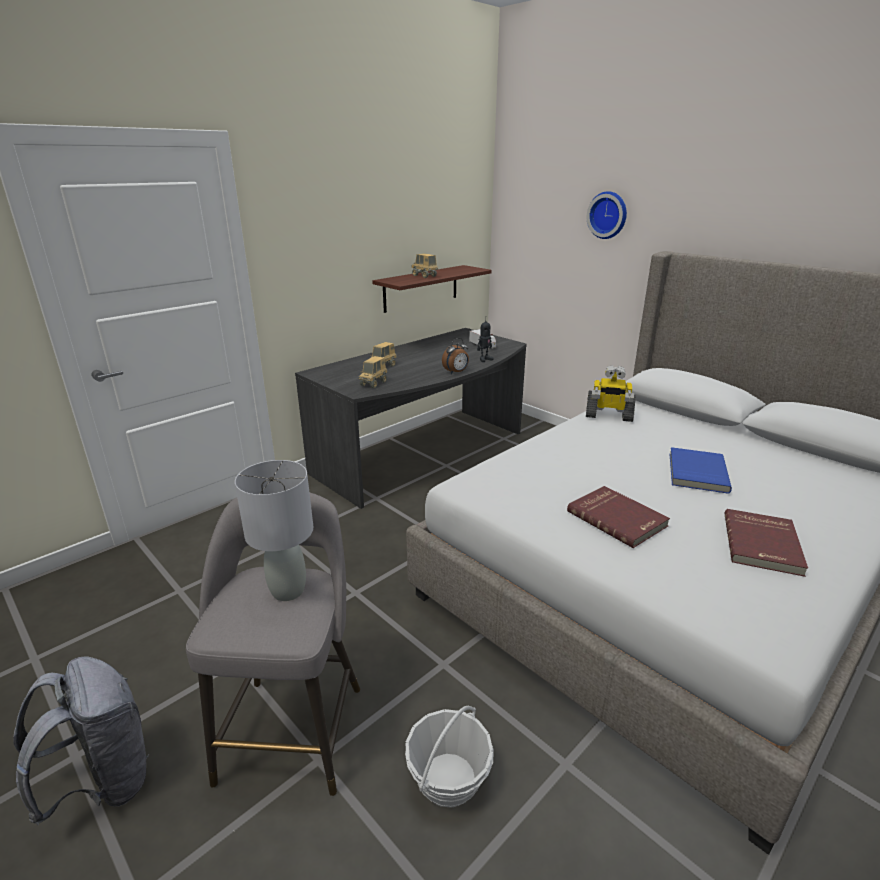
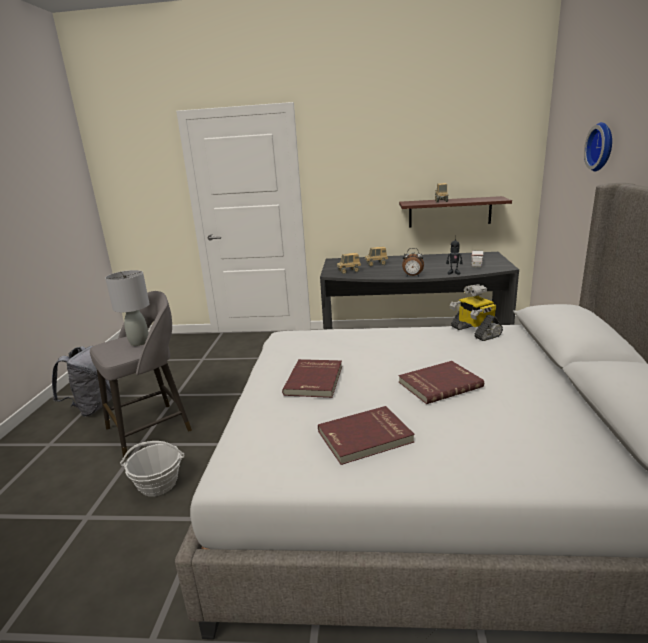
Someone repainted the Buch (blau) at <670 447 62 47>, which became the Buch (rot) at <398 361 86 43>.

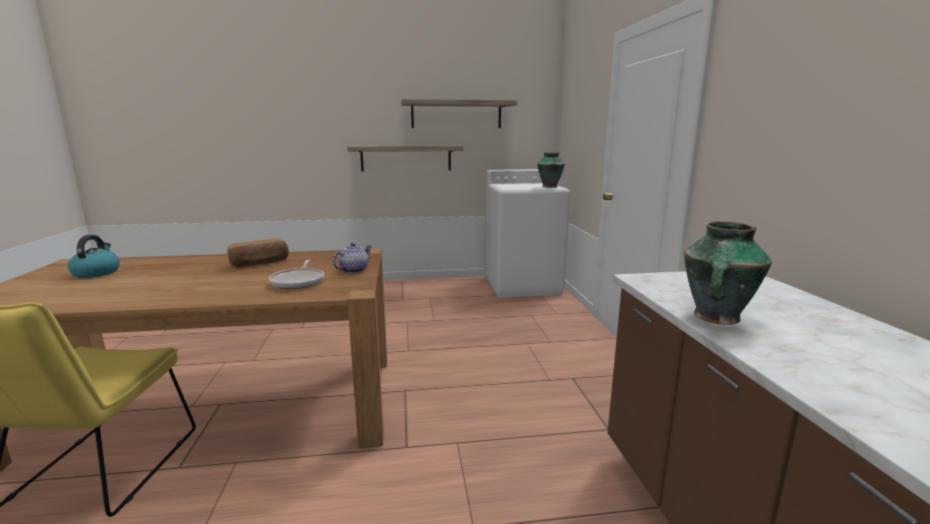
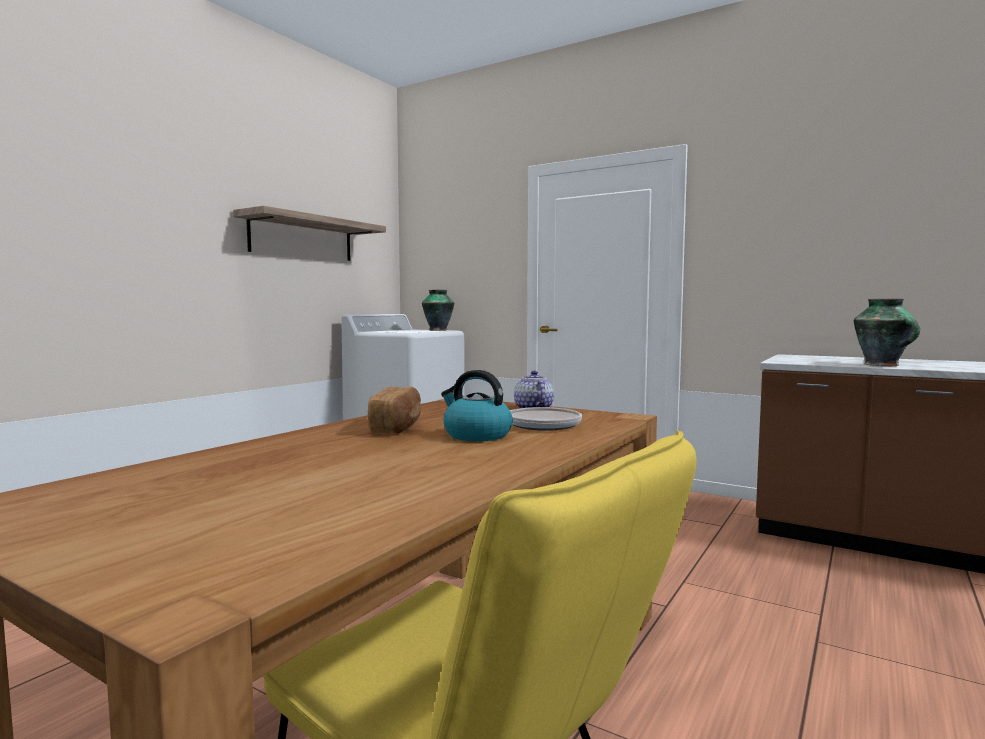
Someone took away the Wandregal at <347 145 117 27>. Someone carried the Wasserkessel from <68 235 52 43> to <441 370 72 71>.

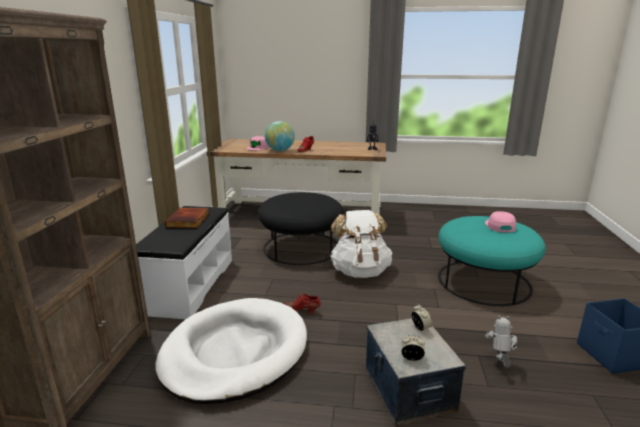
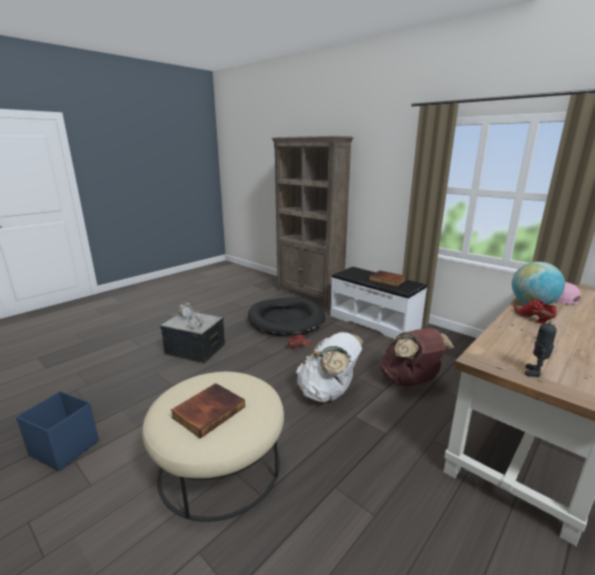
Someone swapped the Polsterhocker (schwarz) at <258 192 85 73> for the Rucksack (braun) at <380 328 74 59>. Someone swapped the Kappe (rosa) at <485 211 31 21> for the Buch at <170 383 75 56>. Someone repainted the Polsterhocker (türkis) at <438 216 108 90>, which became the Polsterhocker (beige) at <142 372 142 150>. Someone repainted the Hundebett (weiß) at <155 298 152 106>, which became the Hundebett (schwarz) at <248 298 77 38>. Someone took away the Spielzeugroboter at <485 315 33 53>.

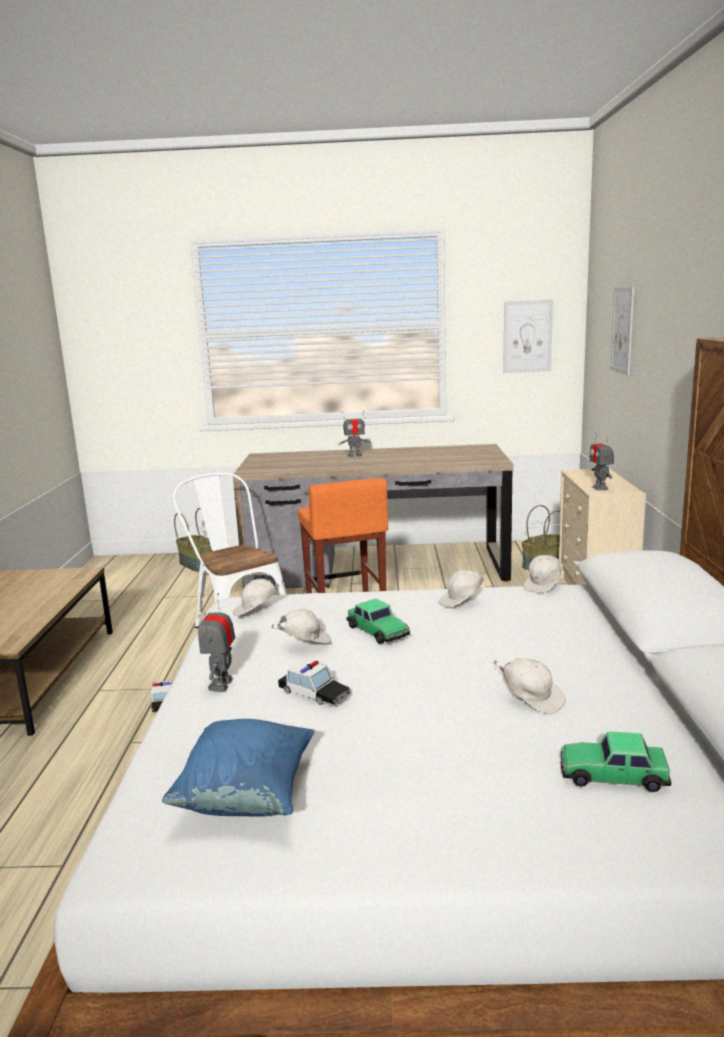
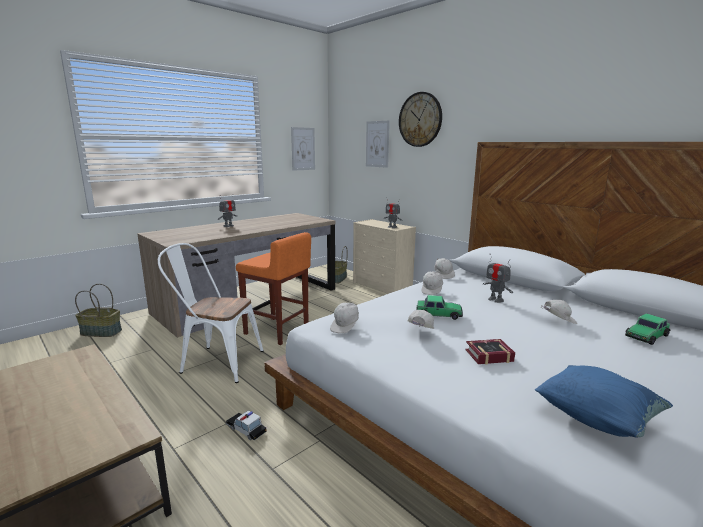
Someone carried the Spielzeugroboter from <198 593 37 99> to <483 254 30 49>. Someone swapped the Spielzeugauto at <278 659 73 47> for the Buch at <465 339 50 26>. Someone put up the Wanduhr at <399 92 43 55>.

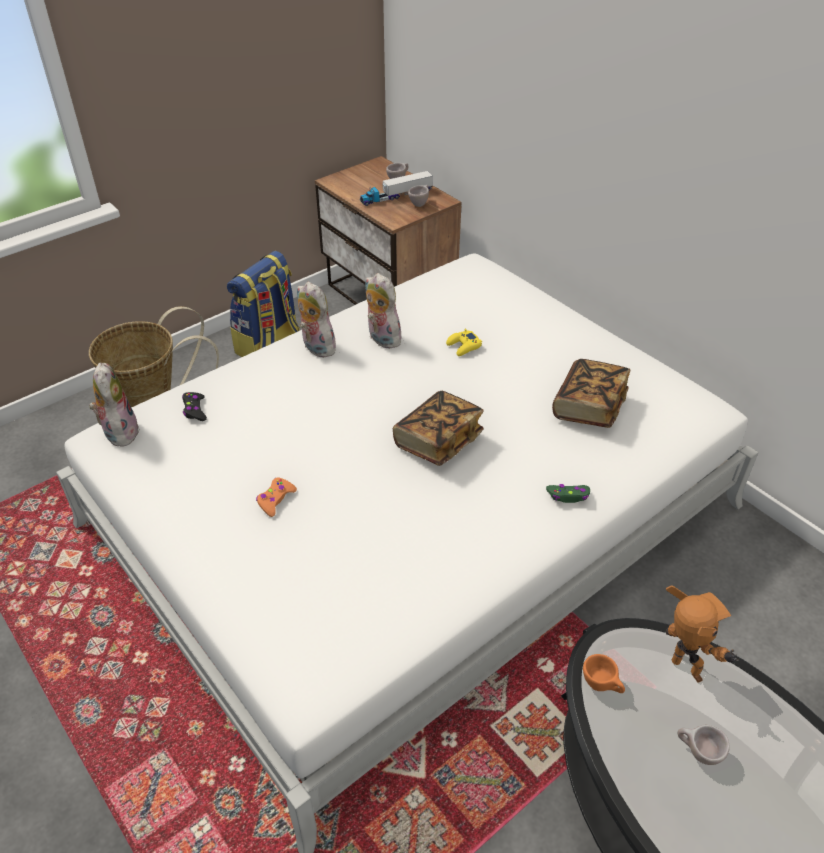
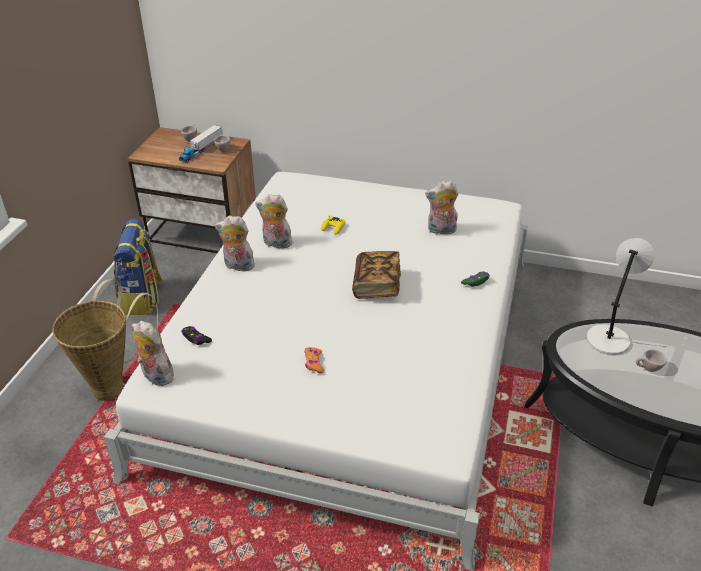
Someone swapped the Buch at <552 359 78 69> for the Plüschtier at <425 181 33 53>. Someone swapped the Spielzeugroboter at <666 585 73 98> for the Tischlampe (grau) at <587 238 68 117>. Someone took away the Tasse (orange) at <583 654 42 39>.

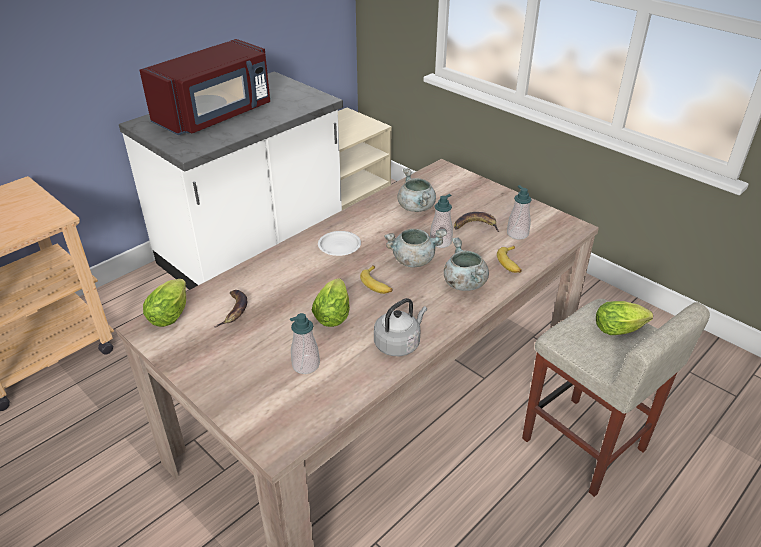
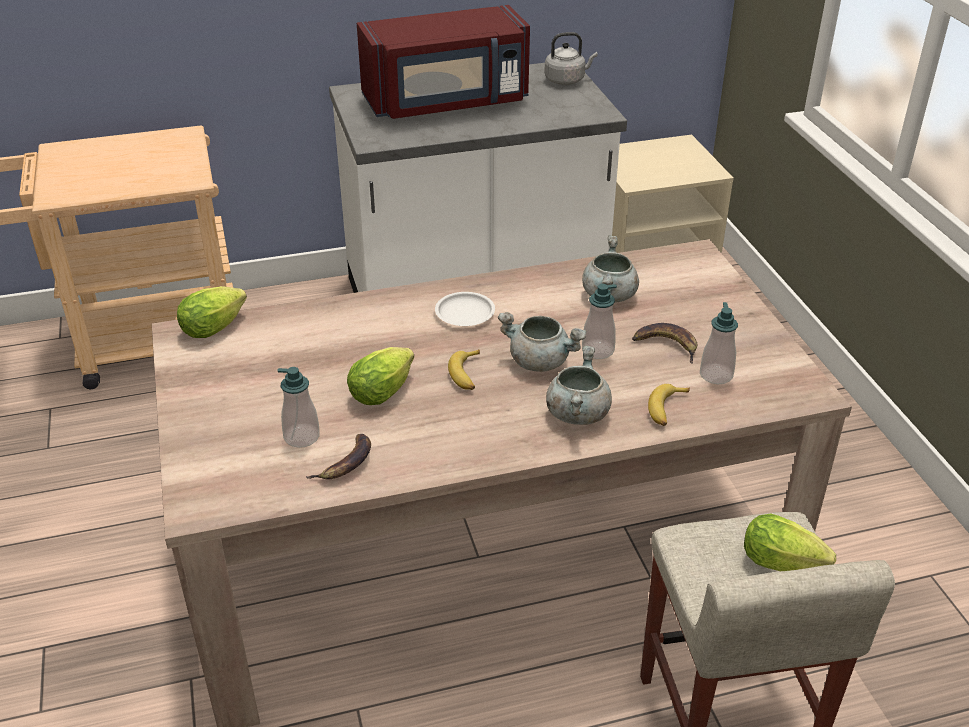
Someone carried the Banane from <214 290 33 37> to <306 434 65 46>. Someone carried the Wasserkessel (grau) from <374 298 53 58> to <544 32 54 53>.

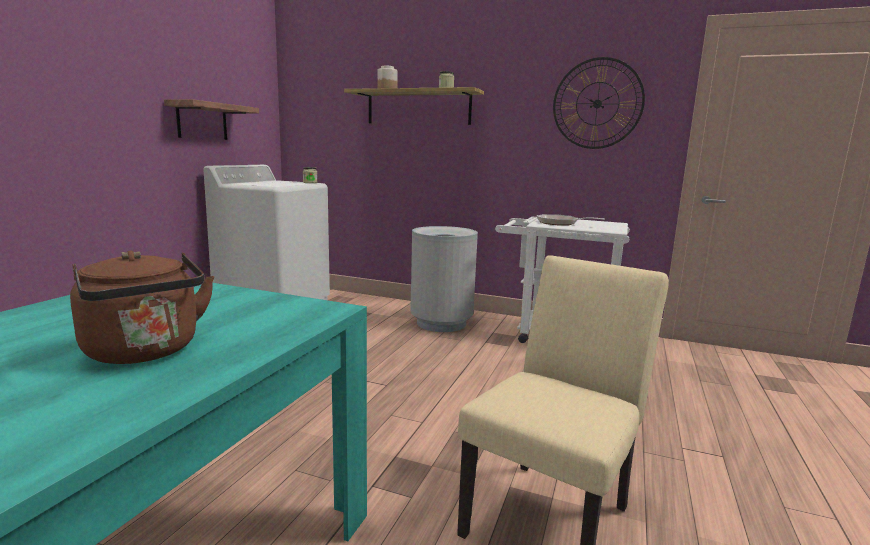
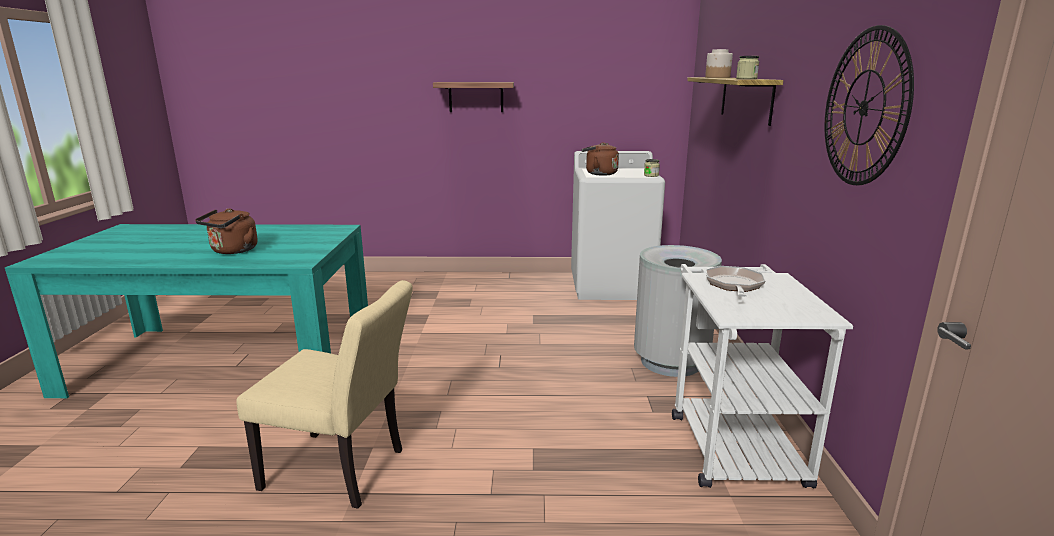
Someone carried the Wandregal from <164 99 95 41> to <433 82 81 30>. Someone put down the Wasserkessel (braun) at <581 142 38 34>.

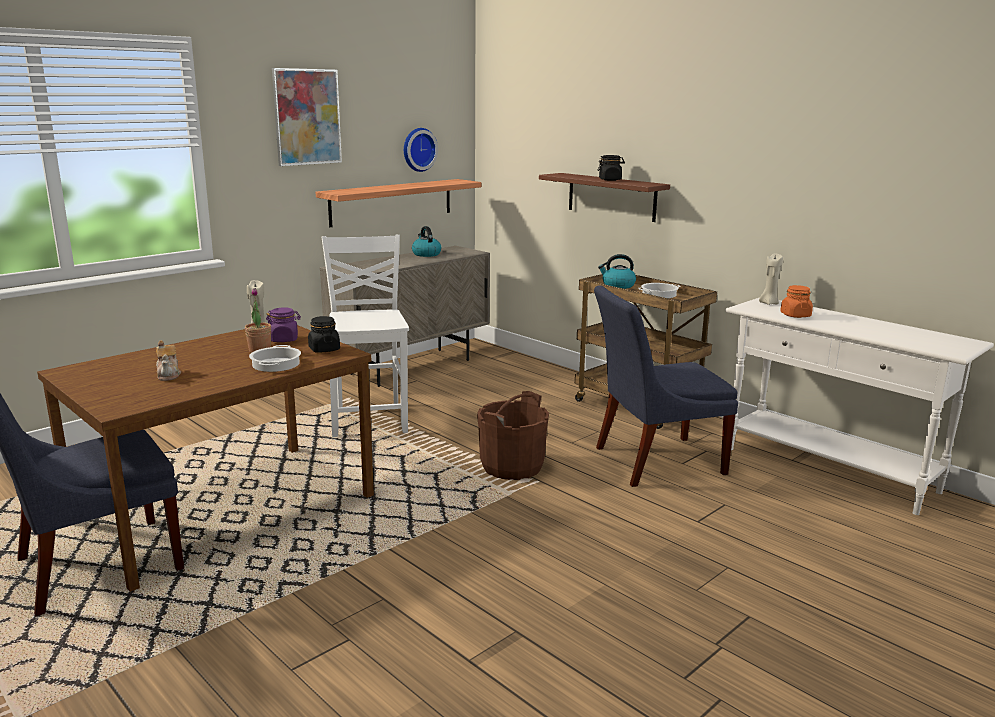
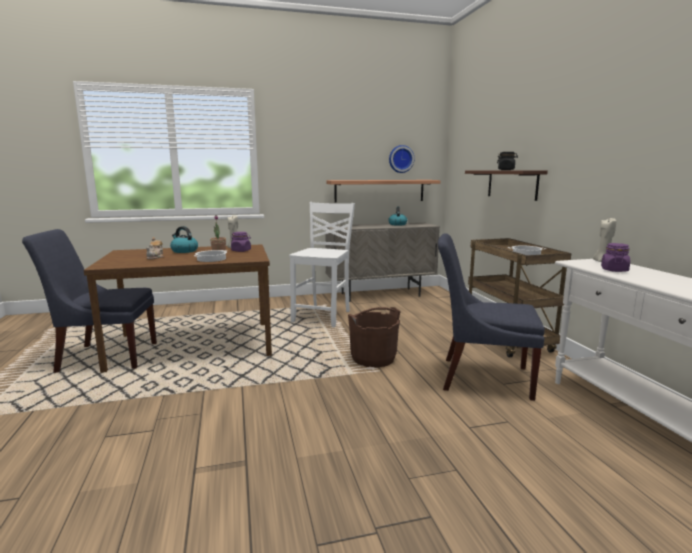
Someone took away the Bild at <272 68 70 98>. Someone carried the Wasserkessel from <598 254 38 35> to <170 226 28 27>. Someone repainted the Vorratsglas (orange) at <780 285 33 33>, which became the Vorratsglas (lila) at <601 243 29 29>. Someone took away the Vorratsglas (schwarz) at <308 316 32 37>.

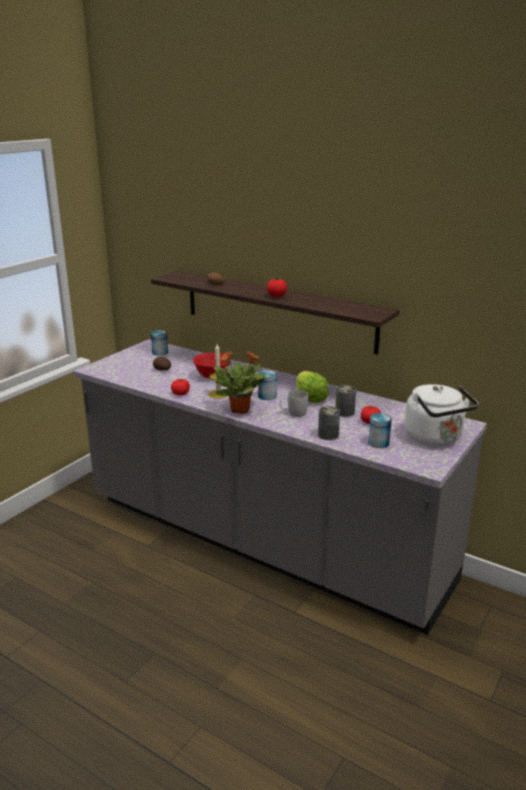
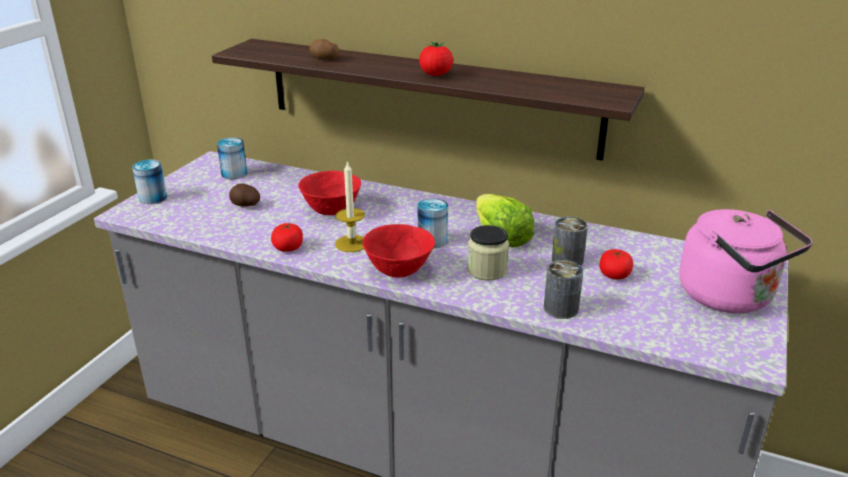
Someone swapped the Topfpflanze at <213 351 53 63> for the Schüssel (rot) at <363 224 72 54>. Someone repainted the Wasserkessel (weiß) at <405 384 74 62>, which became the Wasserkessel (rosa) at <679 209 133 104>. Someone swapped the Henkelbecher (weiß) at <280 390 28 27> for the Vorratsglas at <467 225 42 55>. Someone carried the Dose from <368 413 24 35> to <132 160 35 44>.

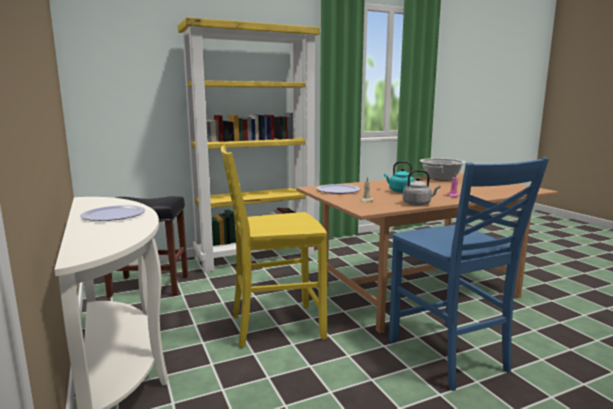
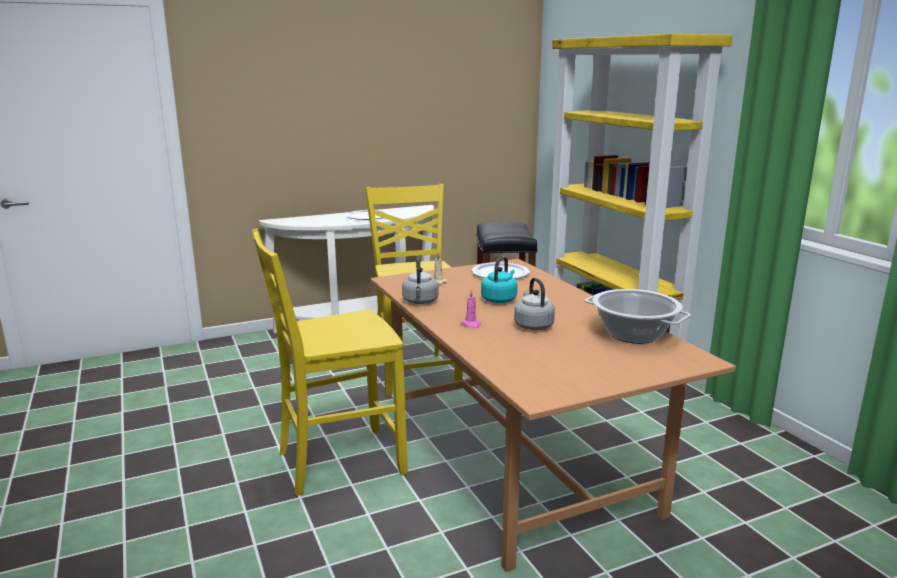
Someone repainted the Stuhl (blau) at <389 157 160 234>, which became the Stuhl (gelb) at <252 228 156 268>. Someone put down the Wasserkessel (grau) at <514 278 41 52>.

